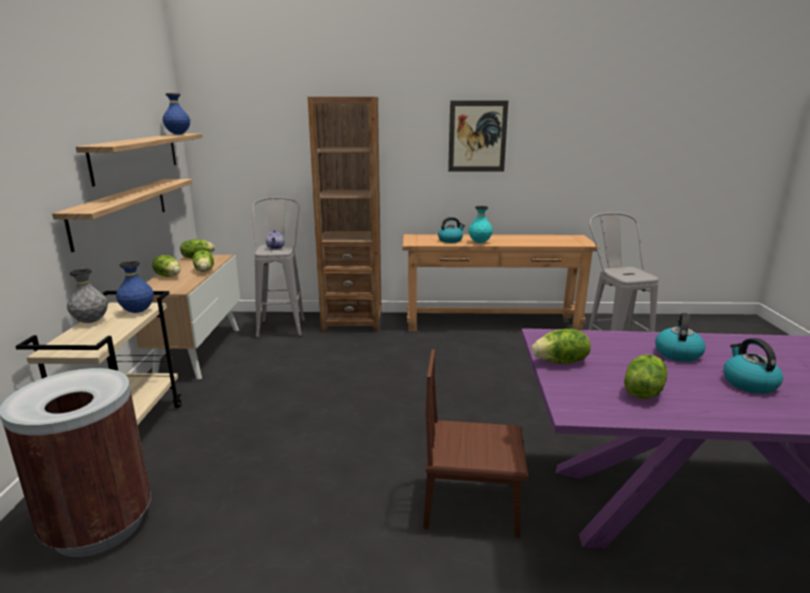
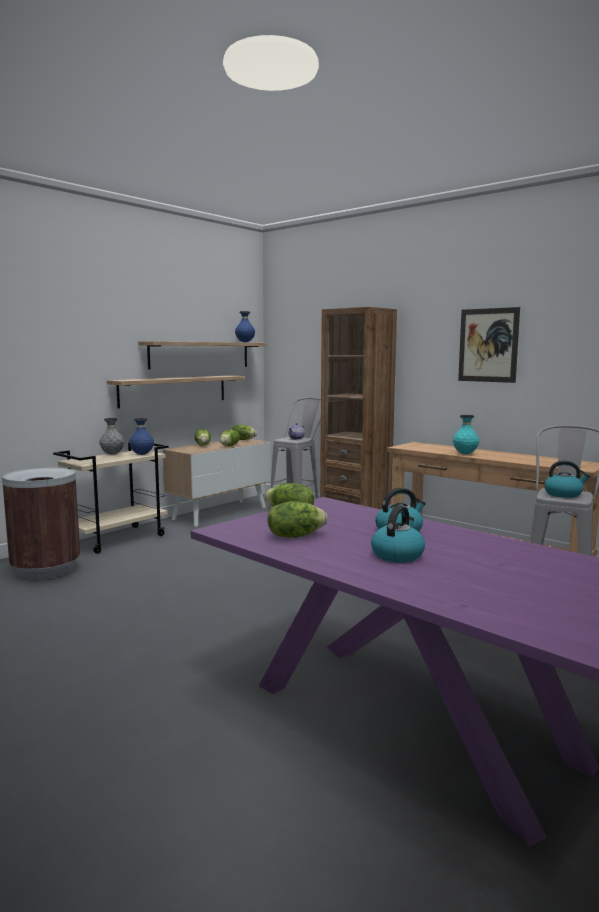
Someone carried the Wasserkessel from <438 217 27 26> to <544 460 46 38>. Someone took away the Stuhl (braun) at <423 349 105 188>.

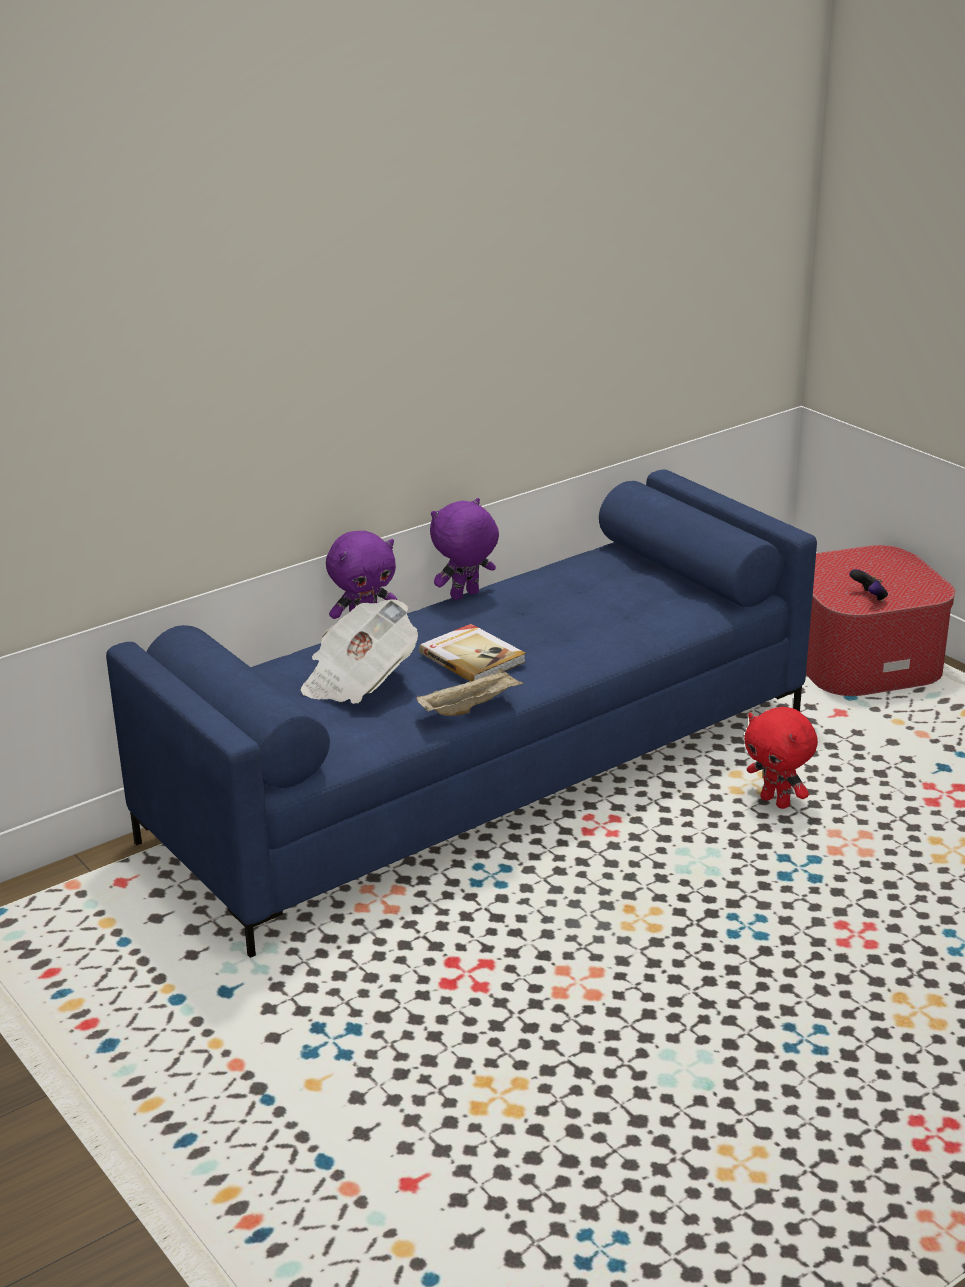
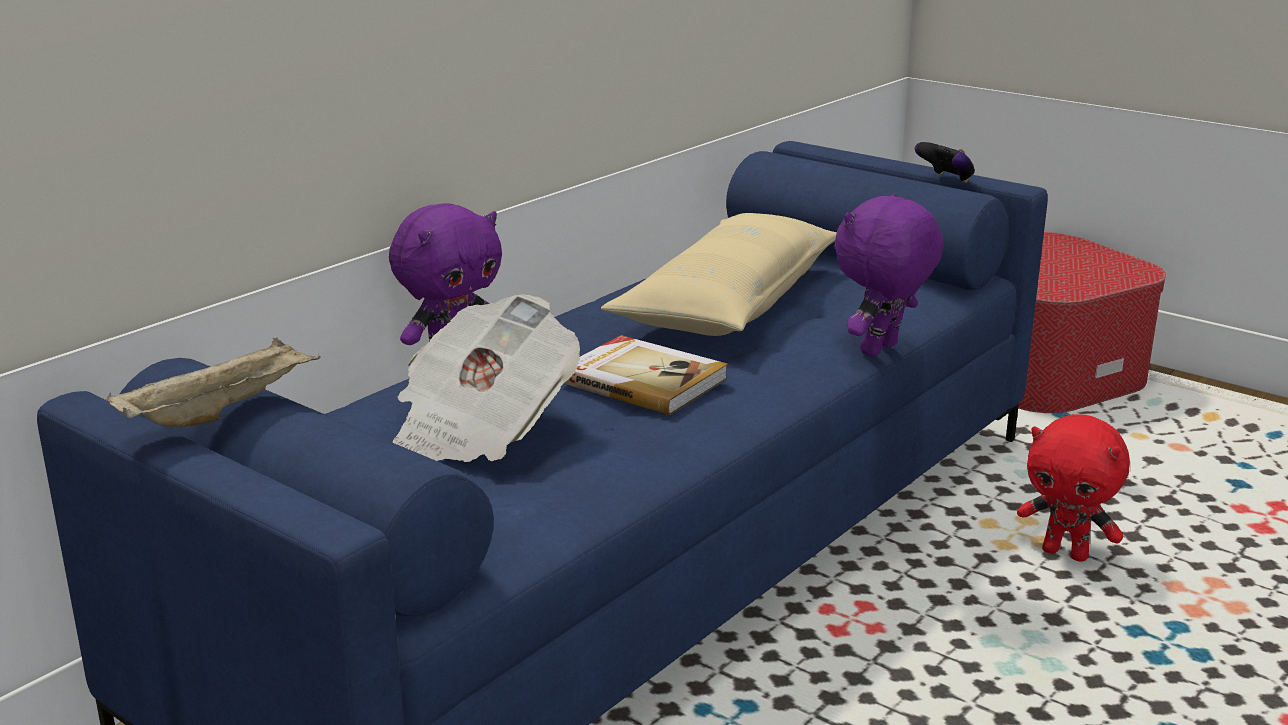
Someone carried the Plüschtier (lila) from <430 498 69 102> to <834 193 110 164>. Someone carried the Gamepad from <849 569 39 33> to <915 142 60 41>. Someone carried the Tablett (beige) from <416 668 108 48> to <107 337 213 90>. Someone put down the Kissen (beige) at <601 213 236 123>.

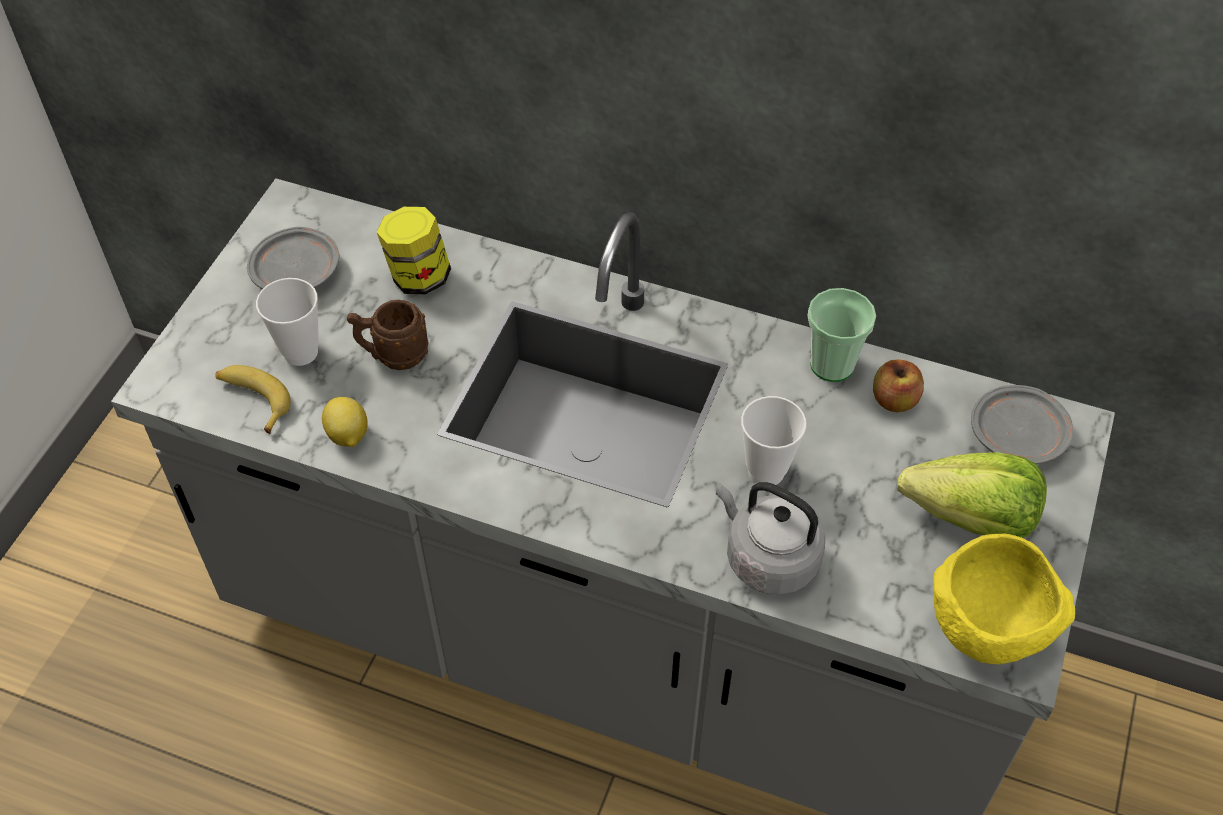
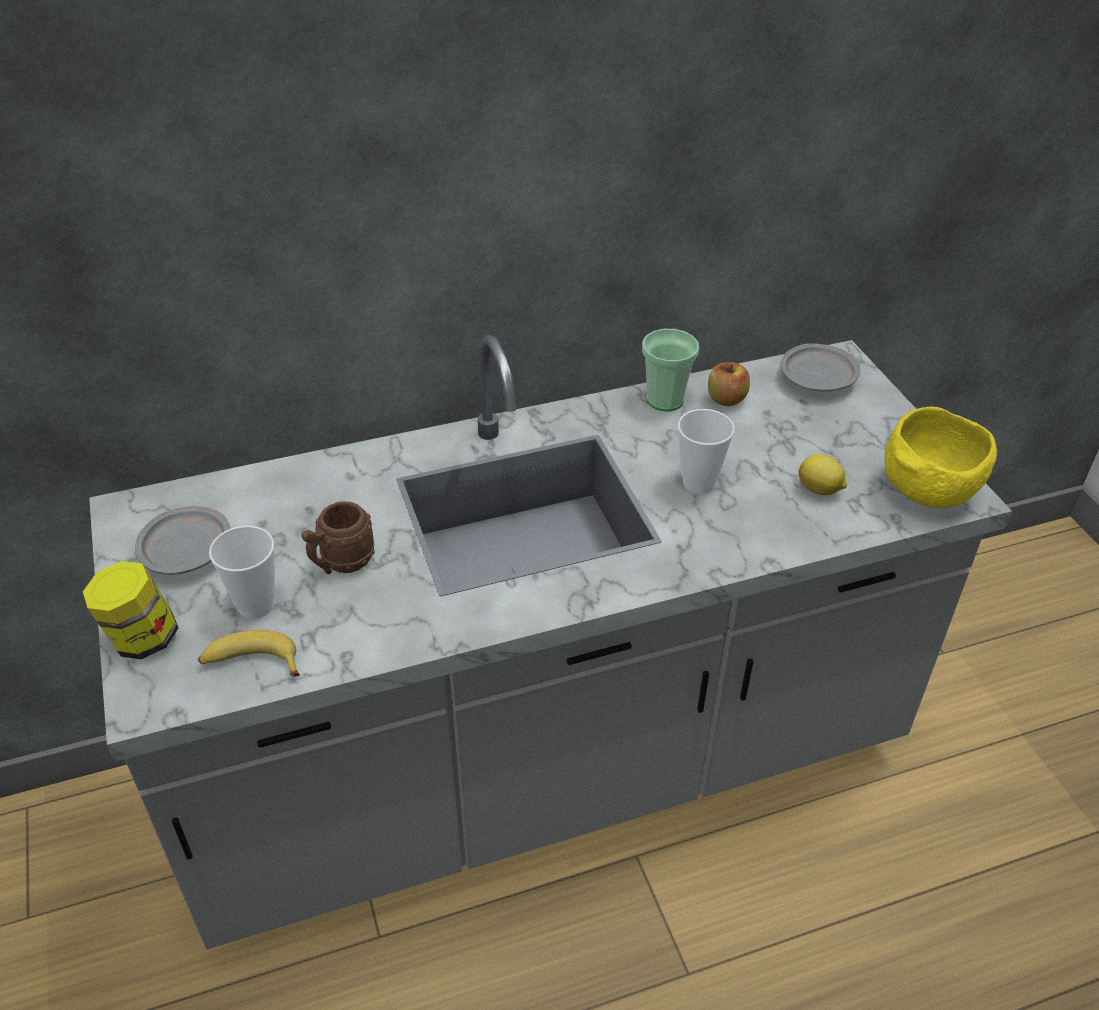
Someone carried the Vorratsglas from <377 207 74 88> to <83 561 95 99>. Someone carried the Zitrone from <322 397 46 50> to <799 454 48 41>. Someone took away the Salatkopf at <897 452 150 86>. Someone took away the Wasserkessel (grau) at <716 482 109 113>.

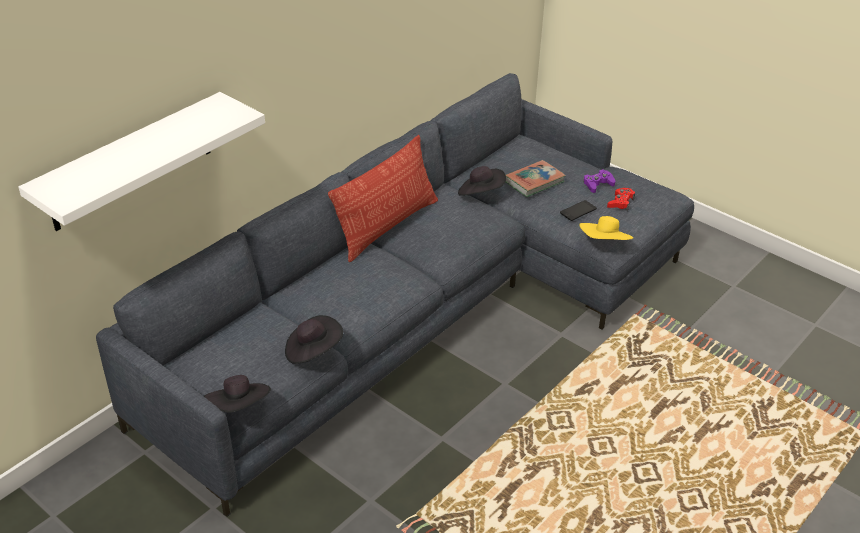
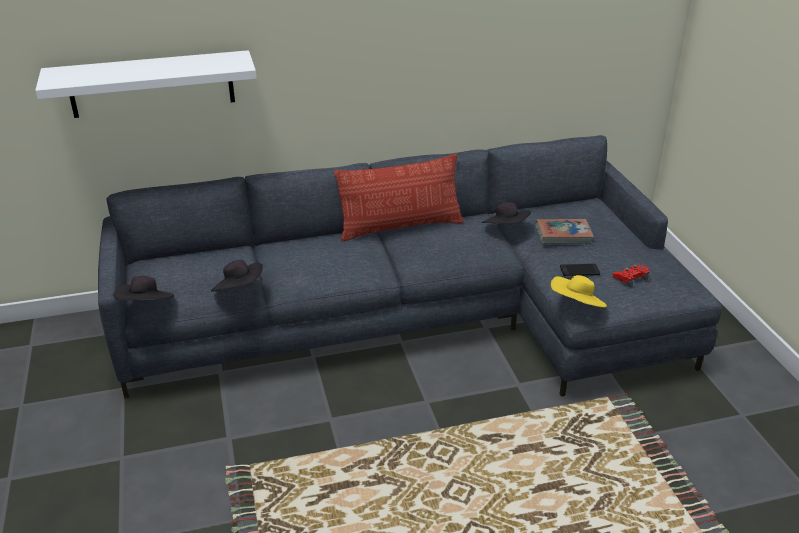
Someone took away the Gamepad (lila) at <583 170 32 23>.

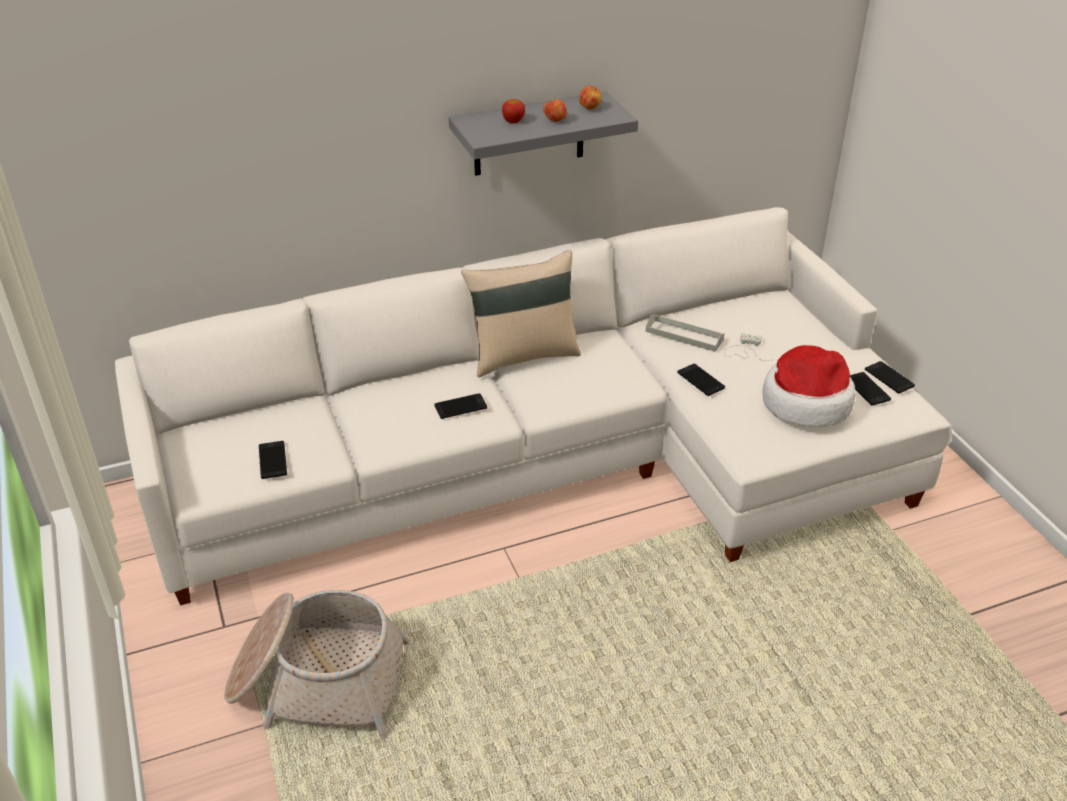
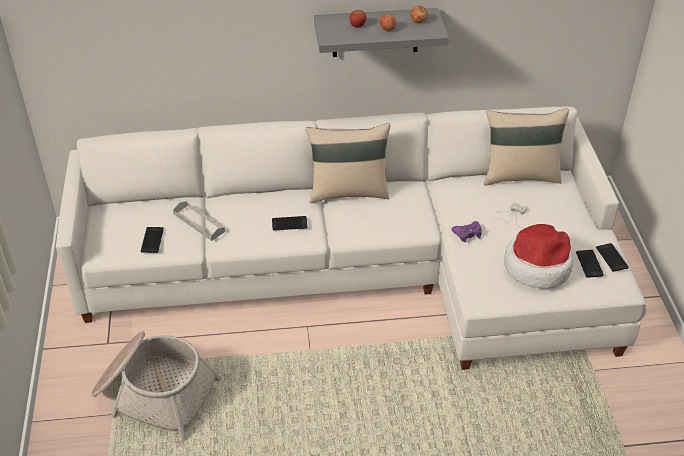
Someone carried the Tablett (grau) from <646 314 79 38> to <173 201 52 40>. Someone swapped the Handy at <677 364 48 32> for the Gamepad (lila) at <452 221 30 21>. Someone put down the Kissen (beige) at <484 108 85 78>.

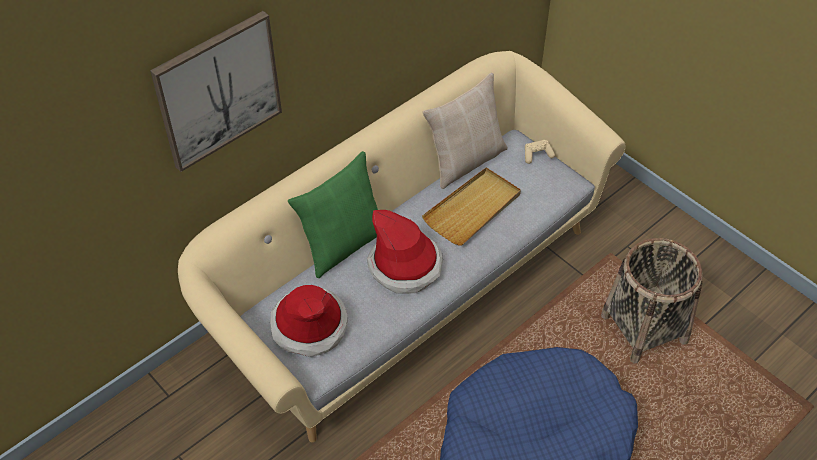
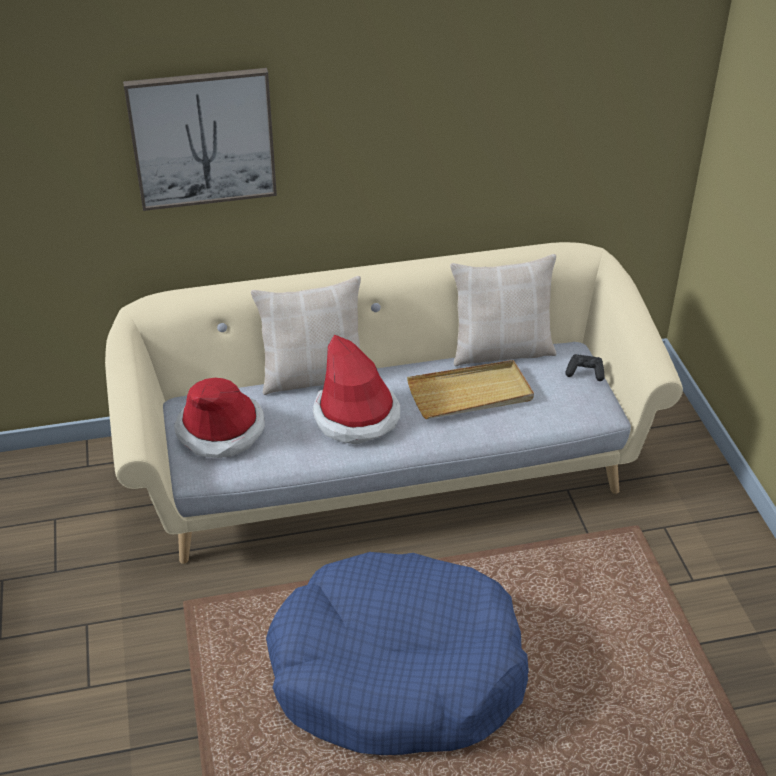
Someone repainted the Gamepad (beige) at <525 140 30 24>, which became the Gamepad (schwarz) at <565 354 39 27>. Someone repainted the Kissen (grün) at <288 151 90 127>, which became the Kissen (beige) at <251 276 110 119>. Someone took away the Korb at <601 238 101 125>.

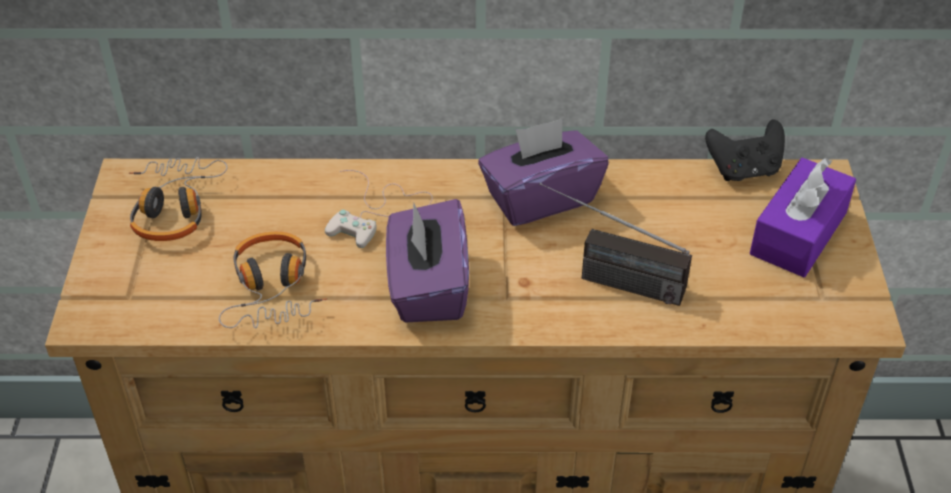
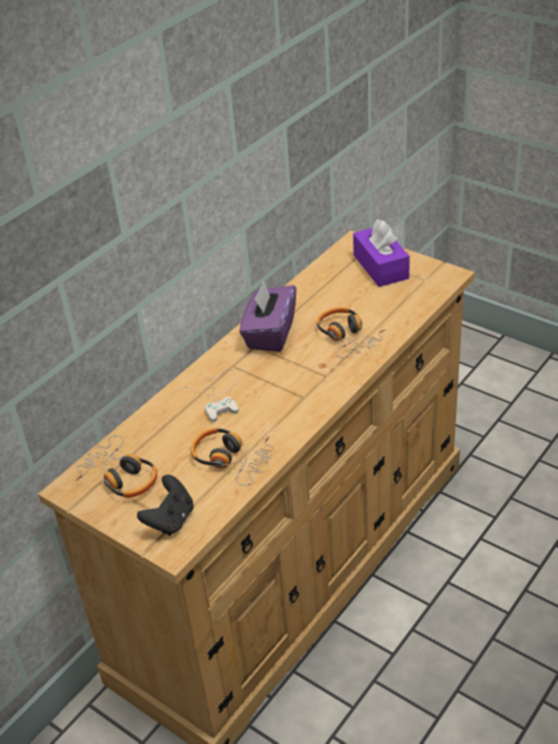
Someone carried the Gamepad (schwarz) from <705 119 80 62> to <137 475 57 61>. Someone swapped the Radio at <539 182 153 124> for the Kopfhörer at <316 307 70 51>. Someone took away the Taschentuchbox (lila) at <386 199 83 124>.

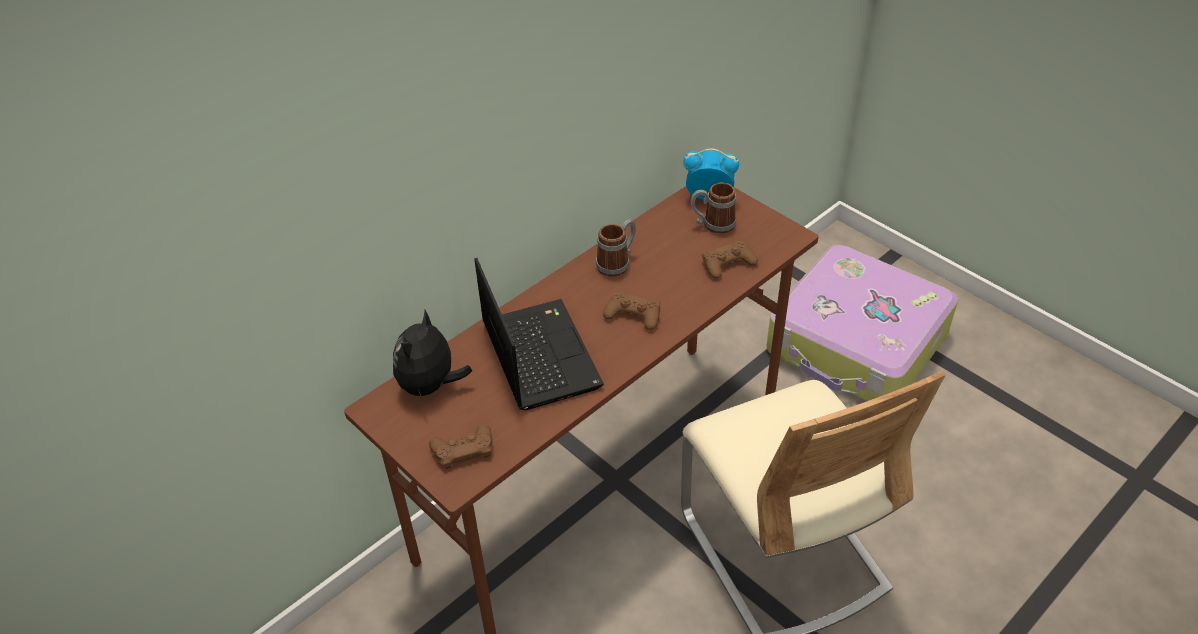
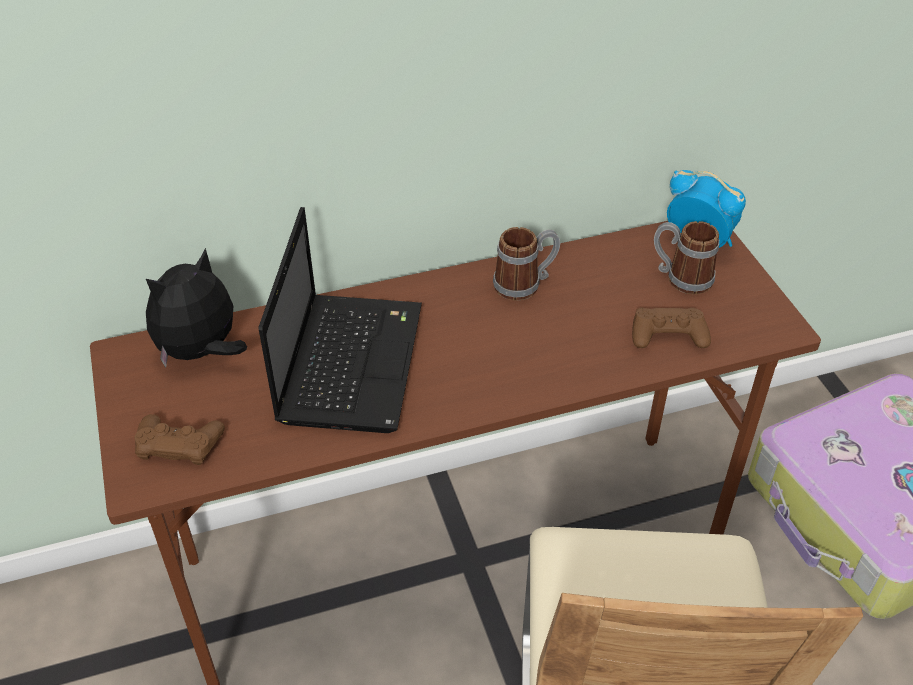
Someone took away the Gamepad (braun) at <603 292 57 38>.

